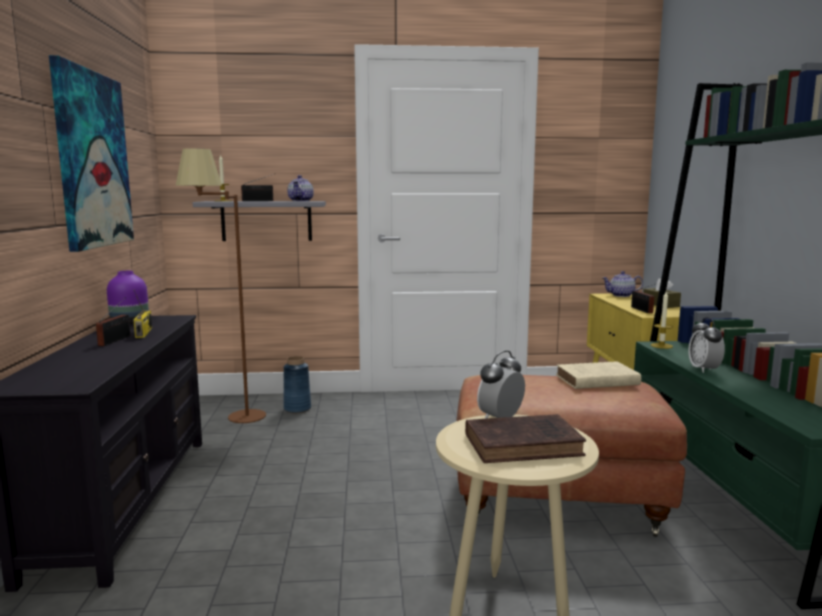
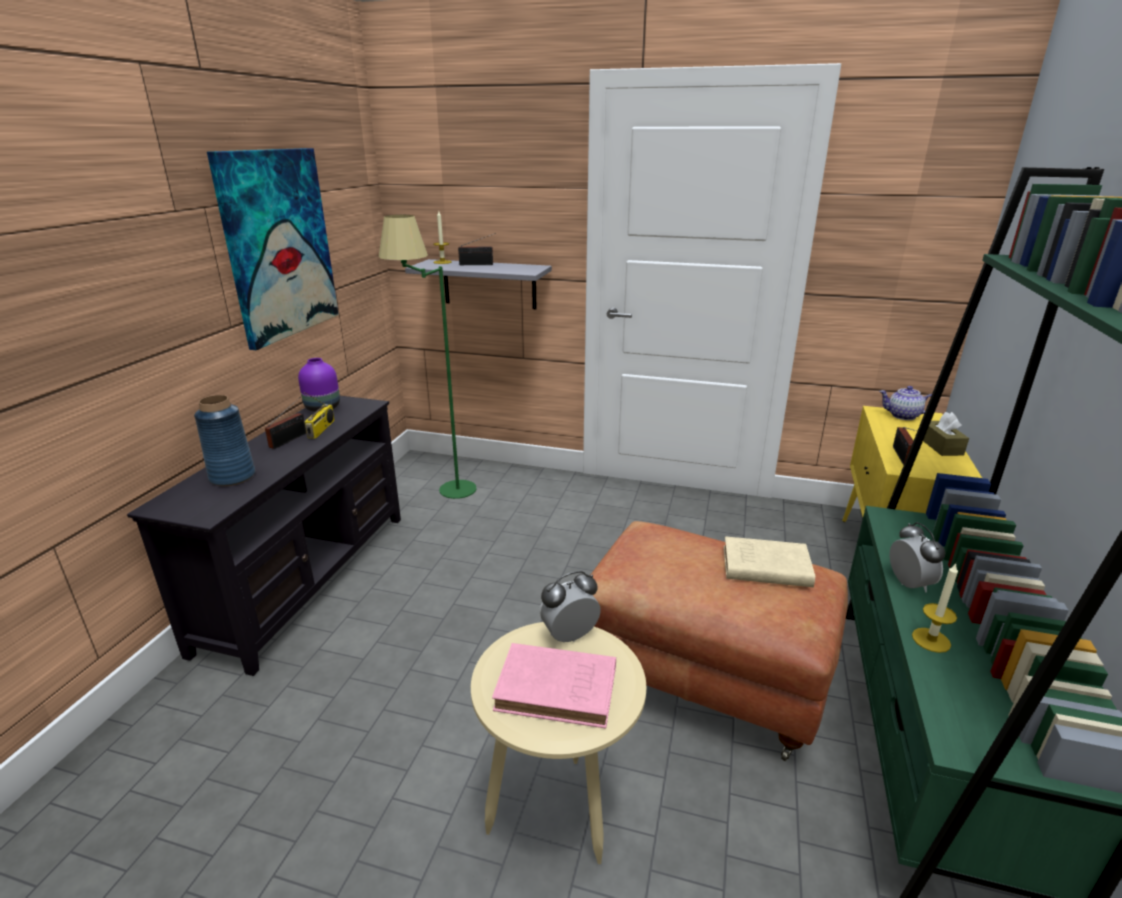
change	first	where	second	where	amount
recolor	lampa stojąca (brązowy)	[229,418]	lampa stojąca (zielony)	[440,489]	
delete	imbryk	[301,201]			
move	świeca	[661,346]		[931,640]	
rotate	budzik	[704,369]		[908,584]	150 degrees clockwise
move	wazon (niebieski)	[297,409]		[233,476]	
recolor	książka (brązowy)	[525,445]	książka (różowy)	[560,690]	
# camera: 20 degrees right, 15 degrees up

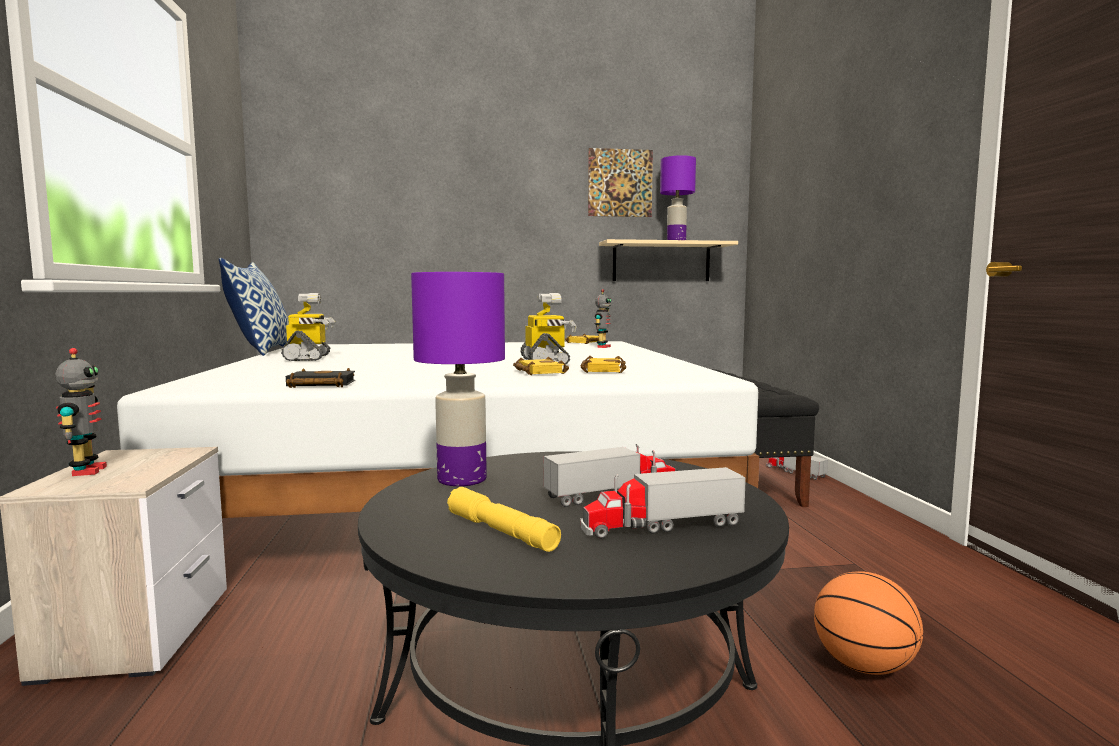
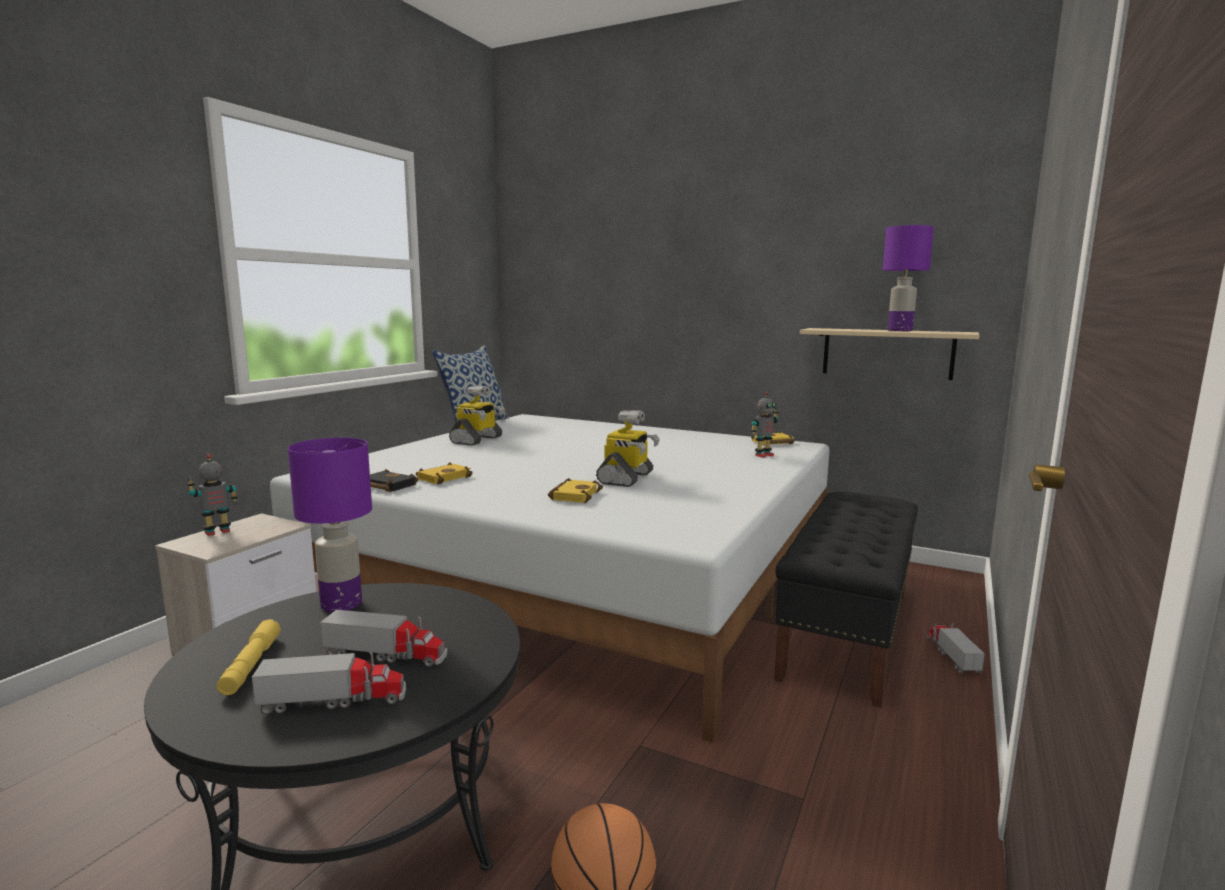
change	first	where	second	where	amount
delete	obraz	[620,183]			
rotate	robot zabawkowy	[86,471]		[218,532]	150 degrees counterclockwise
move	książka (żółty)	[601,370]		[444,477]	
rotate	ciężarówka zabawkowa	[661,526]		[334,700]	150 degrees clockwise
# camera: 35 degrees right, 5 degrees up

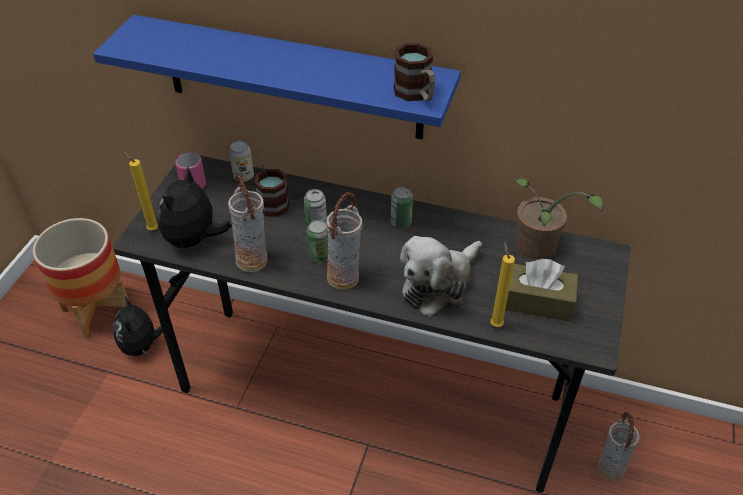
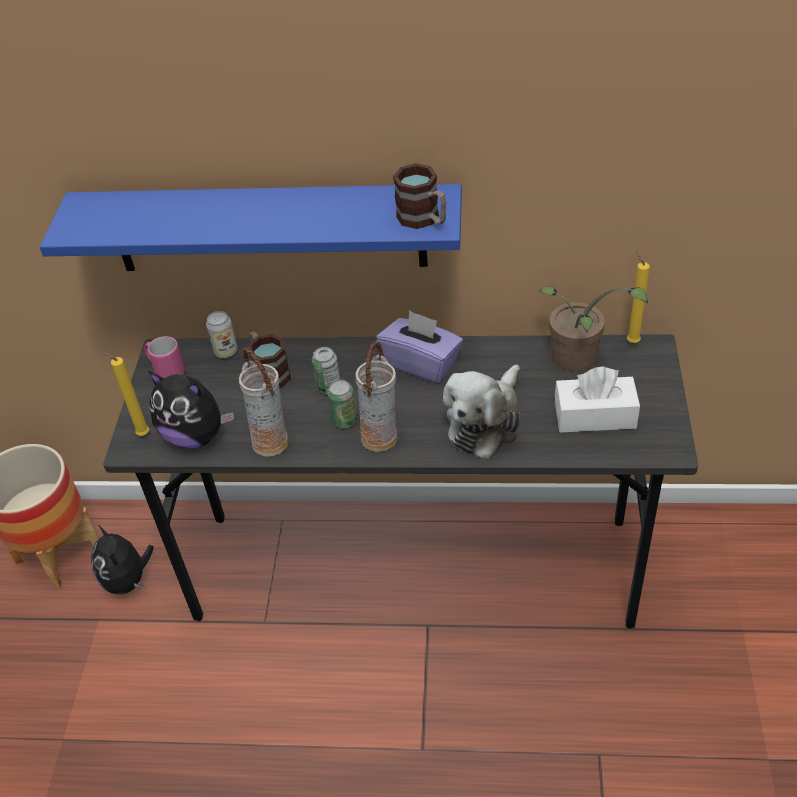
change	first	where	second	where	amount
rotate	pluszak	[194,240]		[196,435]	75 degrees counterclockwise
replace	puszka	[401,222]	pudełko chusteczek (fioletowy)	[421,363]	
move	świeca (żółty)	[495,323]		[631,341]	
recolor	pudełko chusteczek (brązowy)	[536,301]	pudełko chusteczek (biały)	[595,416]	
delete	wazon	[609,468]			
# camera: 10 degrees left, 0 degrees up

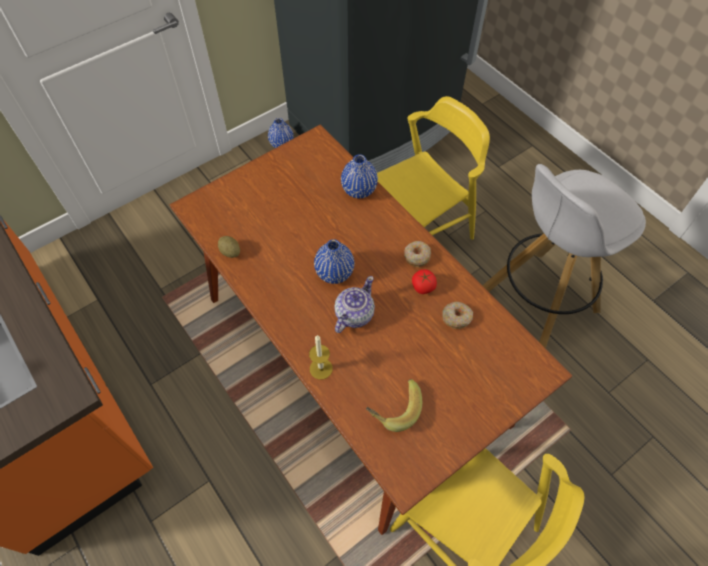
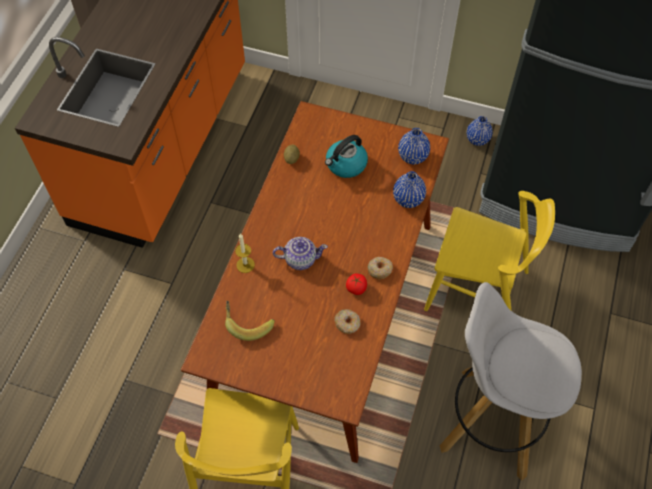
change	first	where	second	where	amount
move	wazon (niebieski)	[334,273]		[412,156]	
insert			czajnik	[346,165]	
# camera: 55 degrees right, 0 degrees up

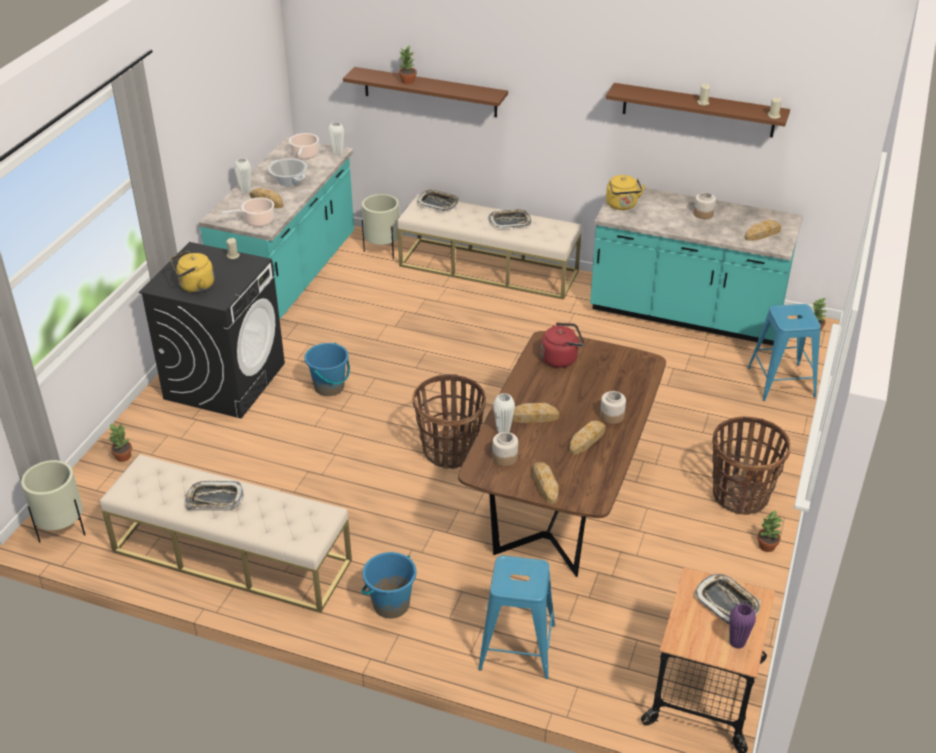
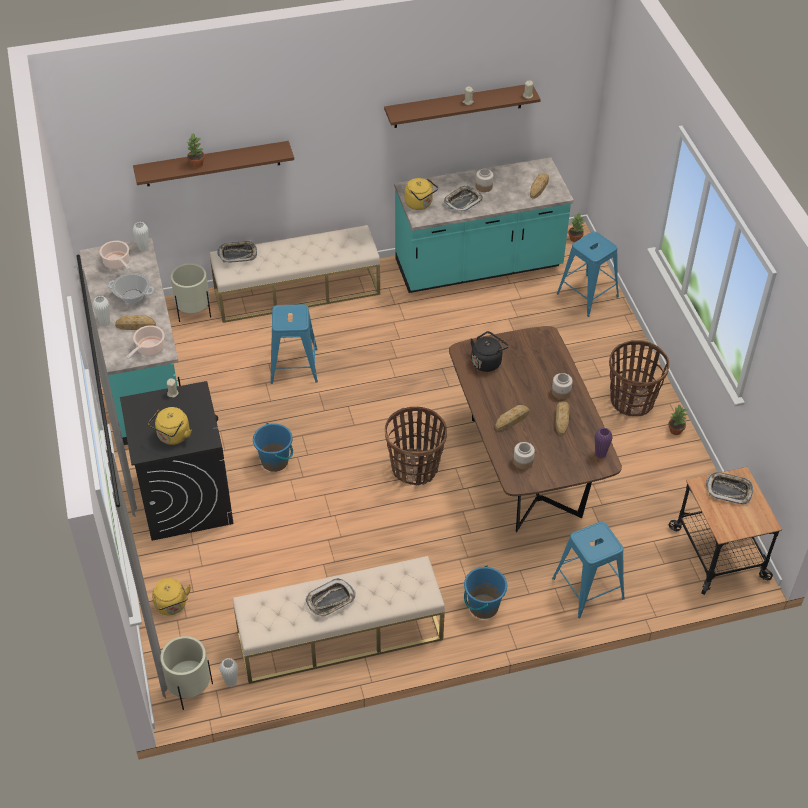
change	first	where	second	where	amount
move	taca	[510,221]		[462,201]	
recolor	czajnik (czerwony)	[561,358]	czajnik (czarny)	[487,361]	
move	wazon (biały)	[503,430]		[231,682]	
replace	roślina doniczkowa	[122,456]	czajnik (żółty)	[172,606]	
delete	chleb	[545,484]			
move	wazon (fioletowy)	[737,642]		[600,454]	
insert			stołek (niebieski)	[294,366]	
# camera: 35 degrees left, 10 degrees up

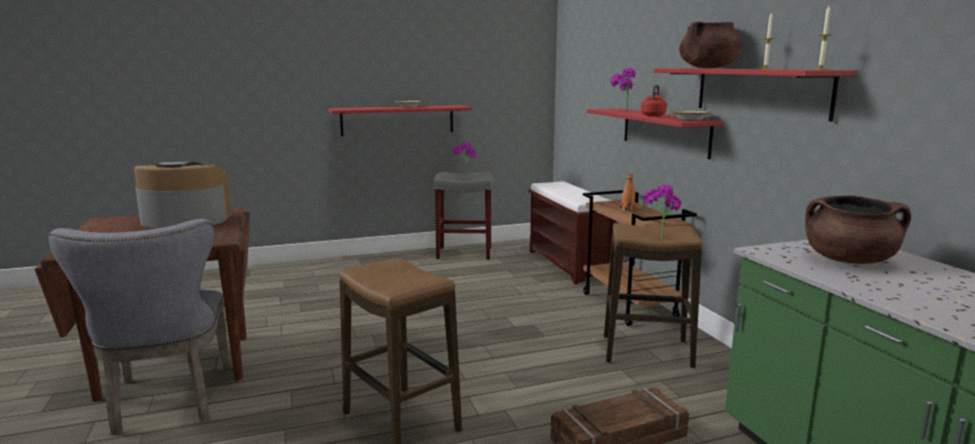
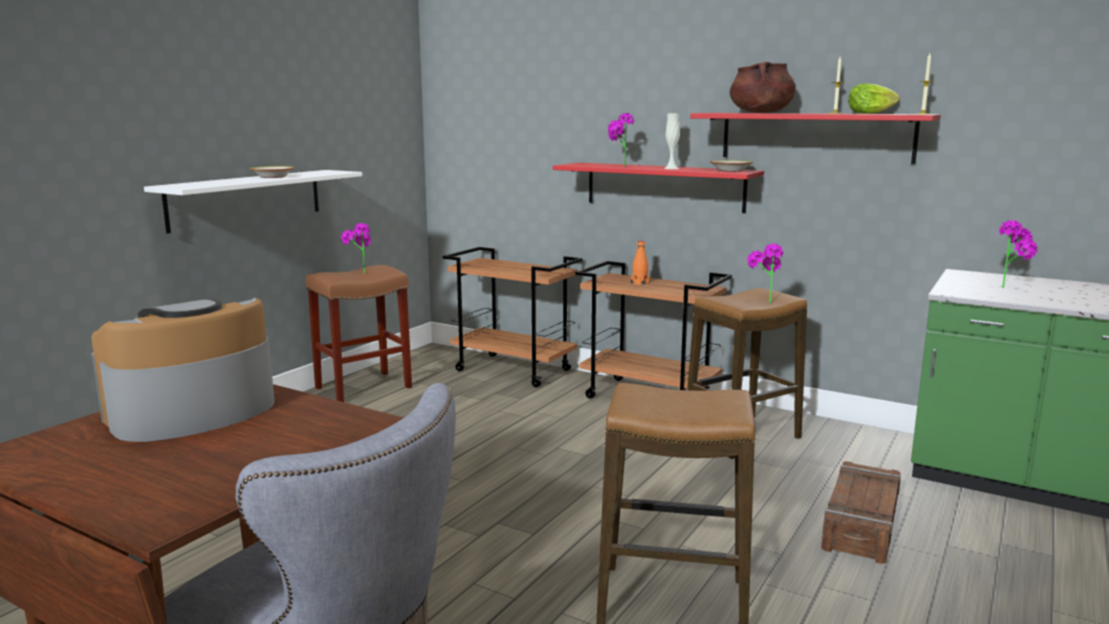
change	first	where	second	where	amount
replace	czajnik (czerwony)	[653,115]	wazon (biały)	[671,168]	
recolor	półka (czerwony)	[397,120]	półka (biały)	[247,199]	
recolor	stołek (szary)	[465,253]	stołek (brązowy)	[364,387]	
replace	ławka (brązowy)	[569,265]	wózek (brązowy)	[514,370]	
replace	garnek (brązowy)	[849,260]	roślina doniczkowa	[1012,288]	
insert			sałata	[869,113]	
# camera: 40 degrees left, 0 degrees up

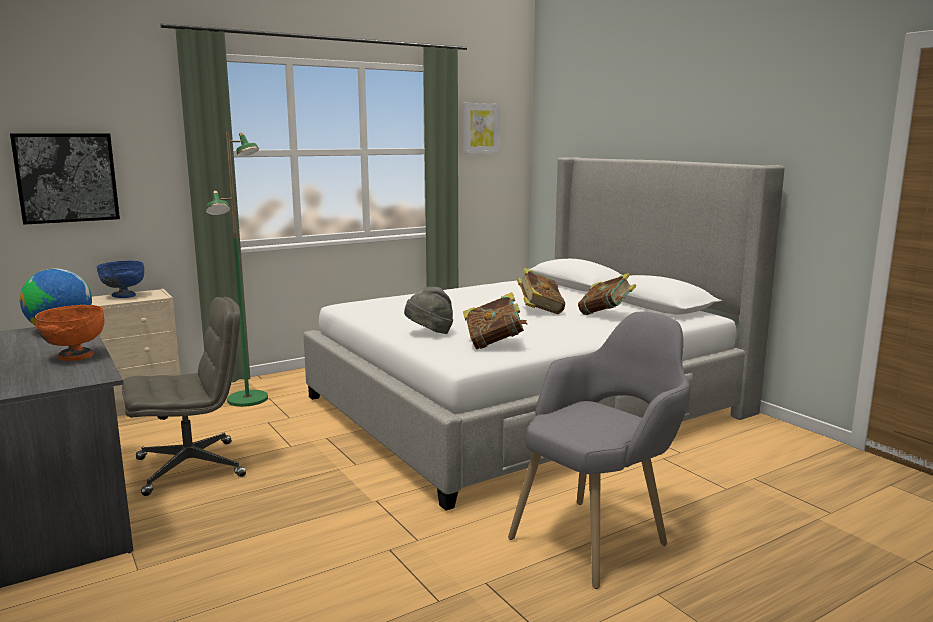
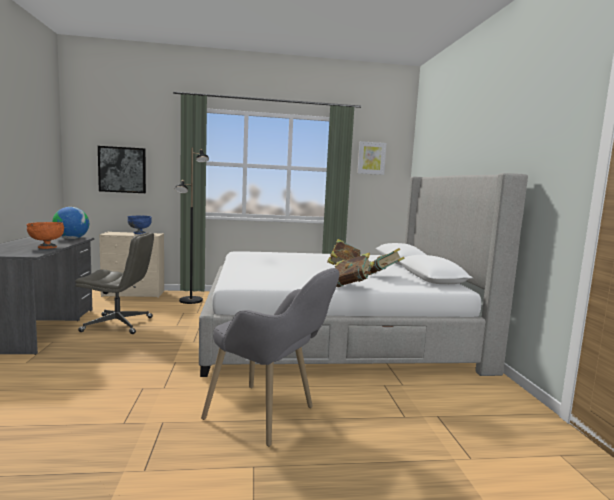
change	first	where	second	where	amount
recolor	lampa stojąca (zielony)	[248,399]	lampa stojąca (czarny)	[191,300]	
delete	kapelusz (szary)	[429,333]			
move	książka	[494,344]		[351,286]	
rotate	fotel (szary)	[600,534]		[271,417]	45 degrees clockwise
# camera: 25 degrees right, 5 degrees down

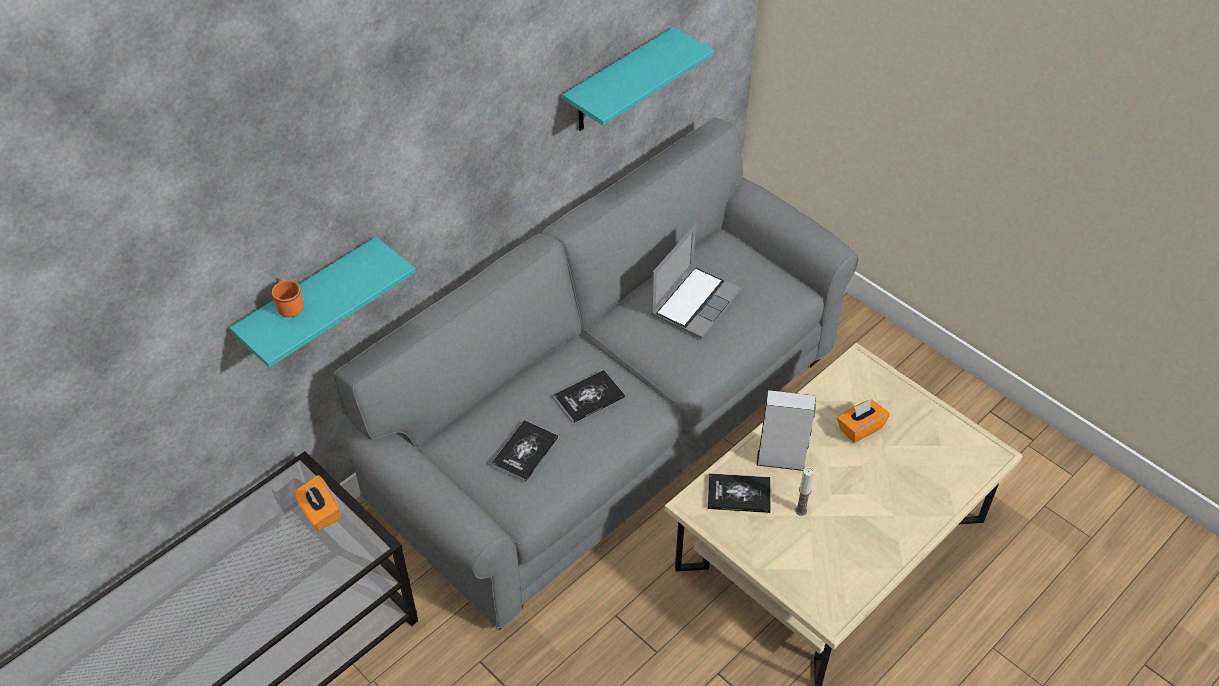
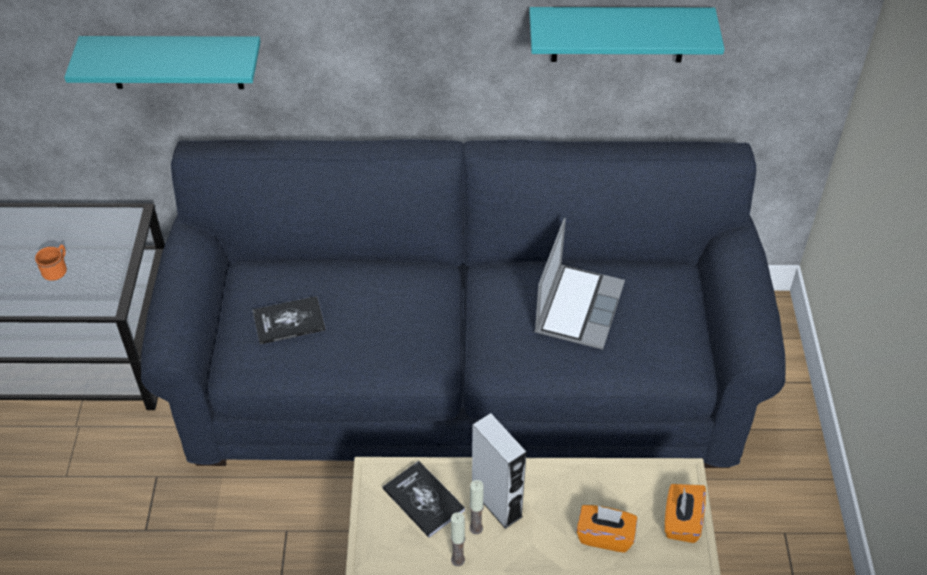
change	first	where	second	where	amount
recolor	kanapa (szary)	[609,426]	kanapa (niebieski)	[464,380]	
rotate	laptop	[695,302]		[578,307]	60 degrees counterclockwise
move	kubek (pomarańczowy)	[290,306]		[57,270]	
delete	książka	[589,397]			
move	pudełko chusteczek (pomarańczowy)	[320,512]		[681,522]	
insert			świeca	[476,528]	
# camera: 45 degrees right, 0 degrees up

